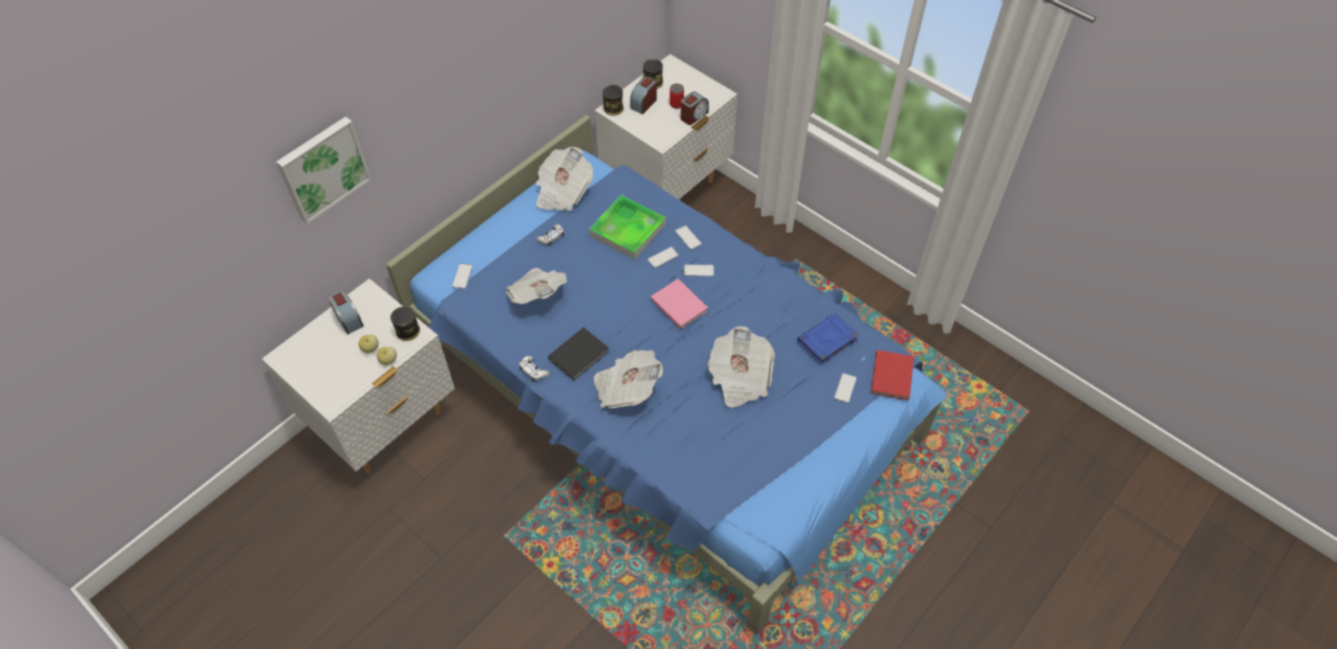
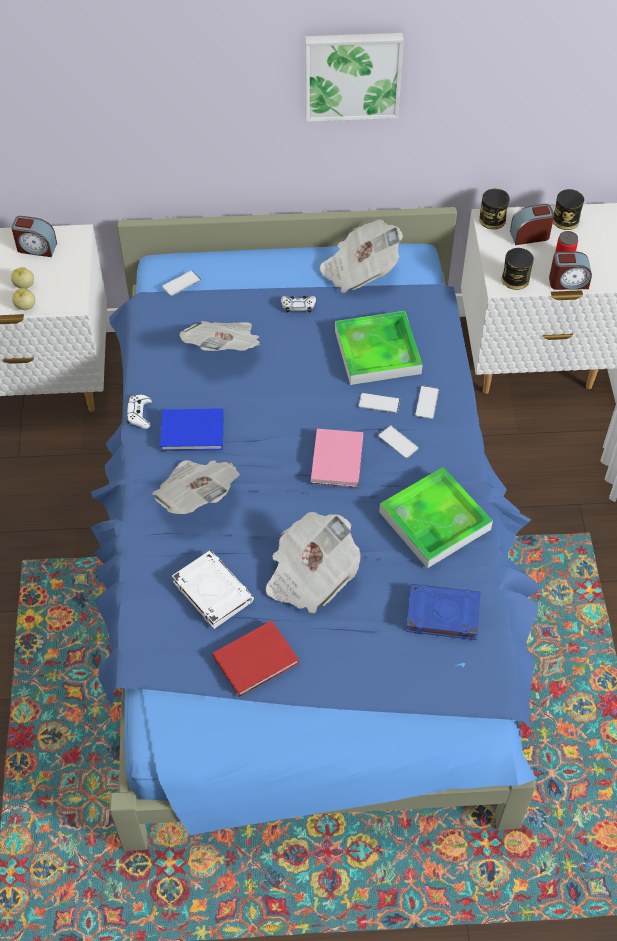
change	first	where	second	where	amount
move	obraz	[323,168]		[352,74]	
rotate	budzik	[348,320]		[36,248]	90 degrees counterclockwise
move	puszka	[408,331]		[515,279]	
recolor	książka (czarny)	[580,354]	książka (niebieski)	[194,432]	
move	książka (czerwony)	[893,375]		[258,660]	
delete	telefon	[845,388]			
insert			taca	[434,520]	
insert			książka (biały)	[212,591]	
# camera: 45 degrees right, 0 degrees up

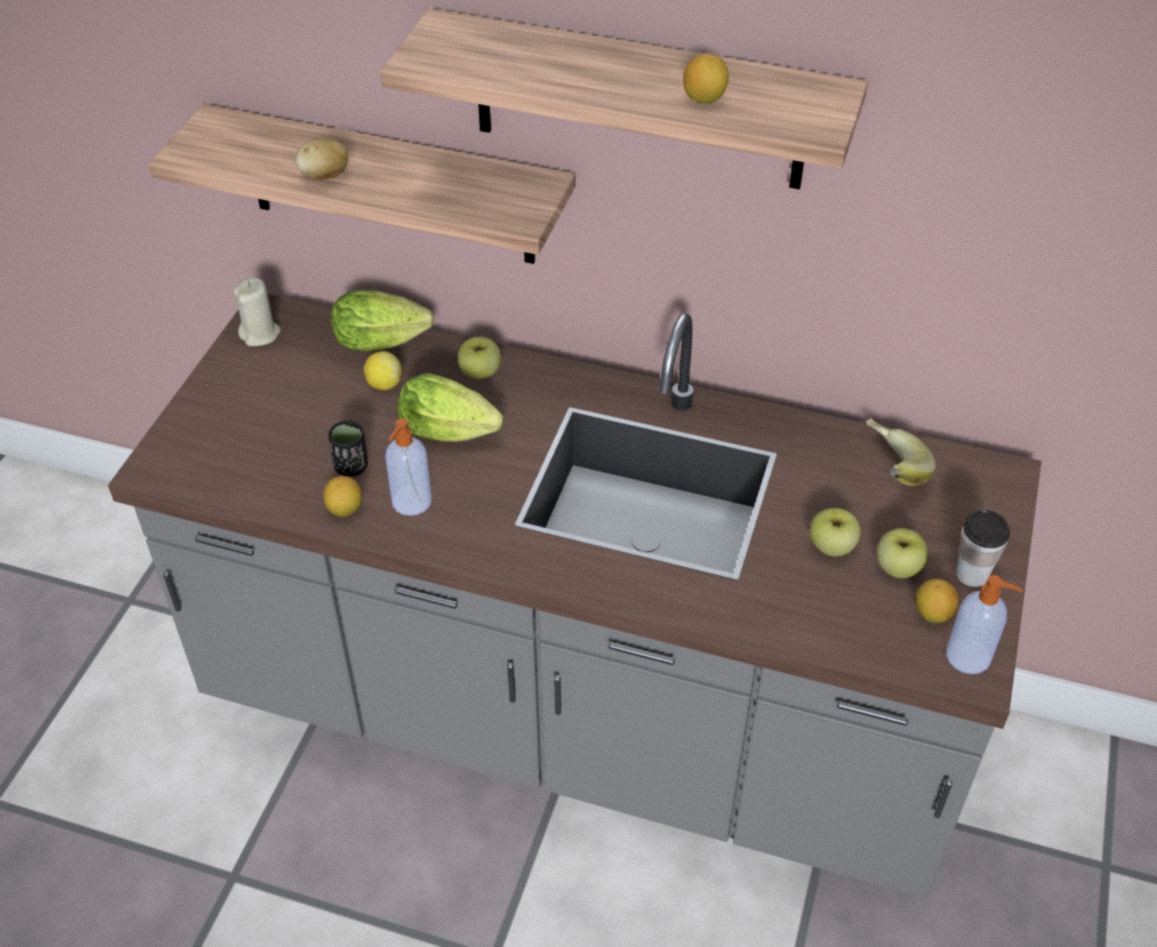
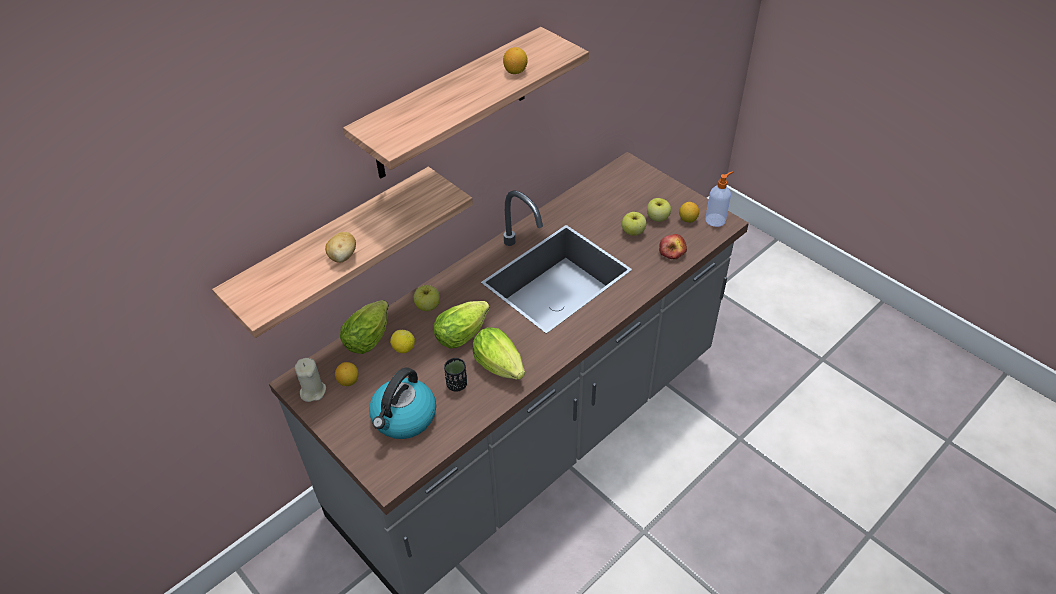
change	first	where	second	where	amount
replace	dozownik mydła	[411,502]	sałata	[501,368]	
delete	banan	[887,470]			
move	cytryna	[345,509]		[349,381]	
delete	filiżanka	[972,574]			
insert			jabłko	[672,252]	
insert			czajnik	[404,418]	
# camera: 60 degrees left, 0 degrees up

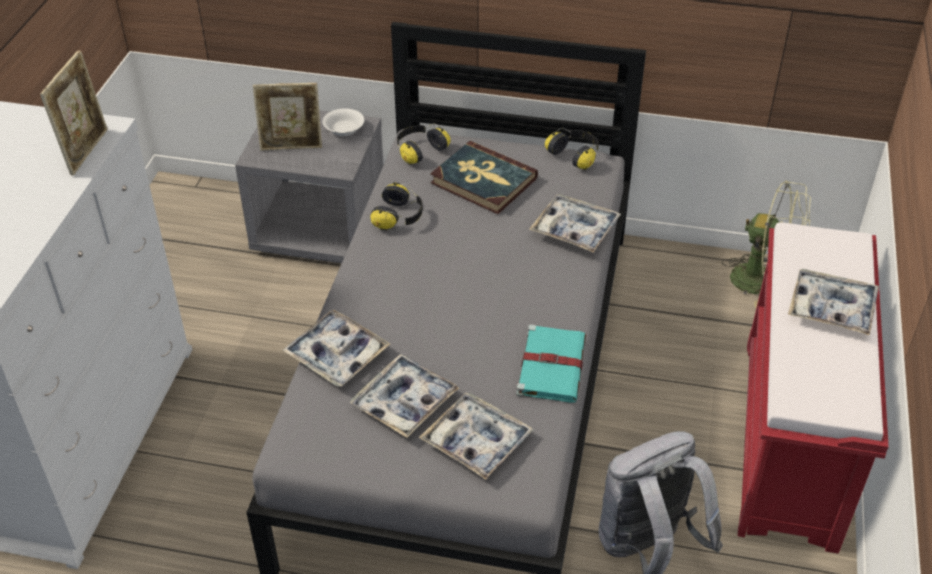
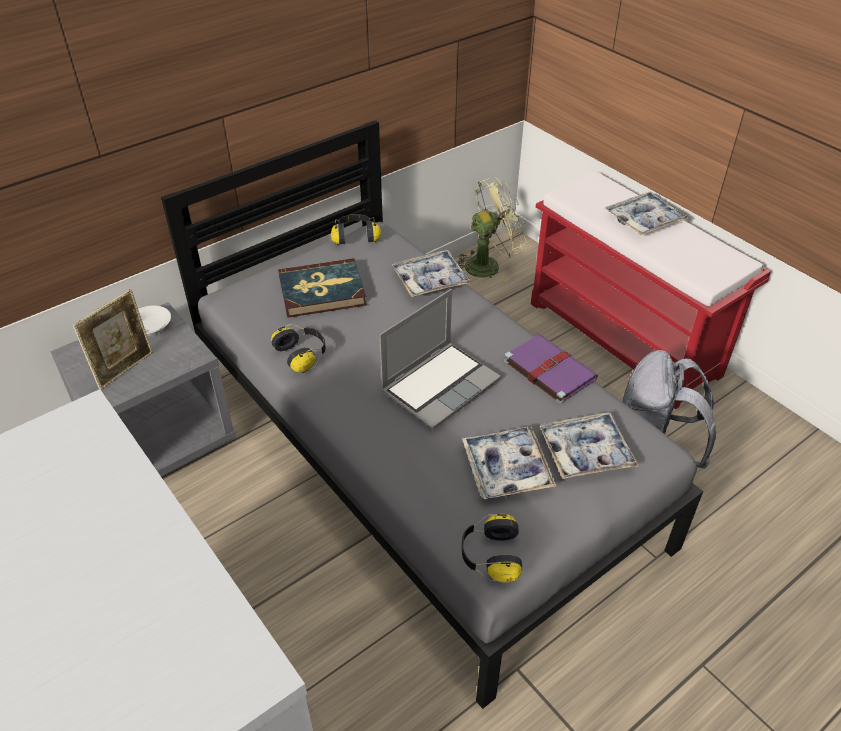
change	first	where	second	where	amount
delete	ramka na zdjęcie	[86,151]			
move	słuchawki	[419,151]		[489,556]	
delete	taca	[337,354]			
recolor	książka (turkusowy)	[551,365]	książka (fioletowy)	[548,369]	
insert			laptop	[440,385]	
# camera: 50 degrees left, 0 degrees up

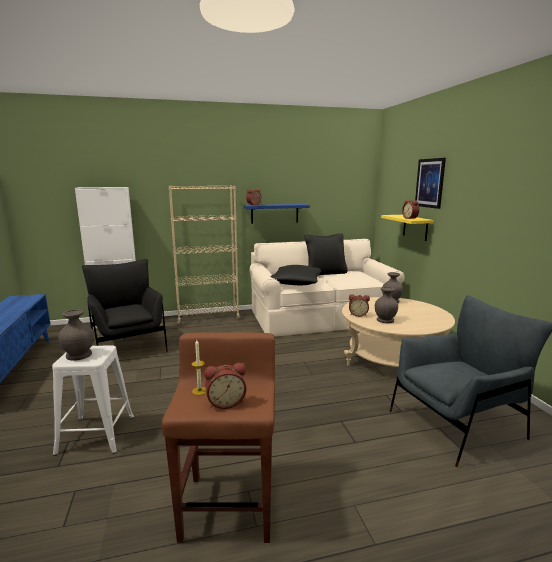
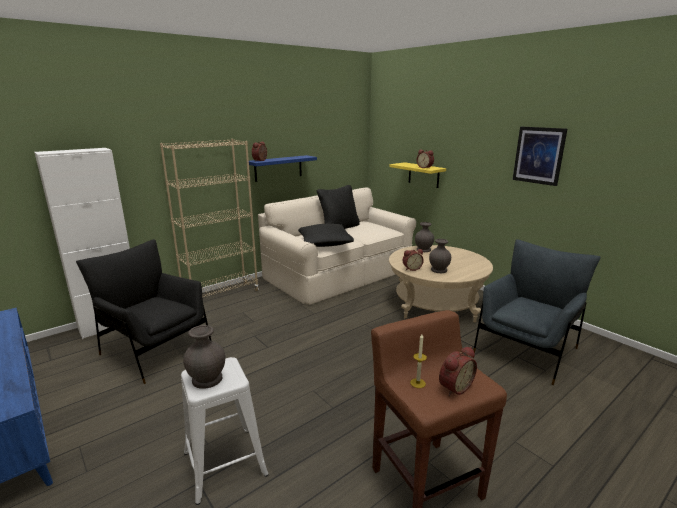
change	first	where	second	where	amount
move	obraz	[430,183]		[538,155]	
# camera: 25 degrees left, 5 degrees up

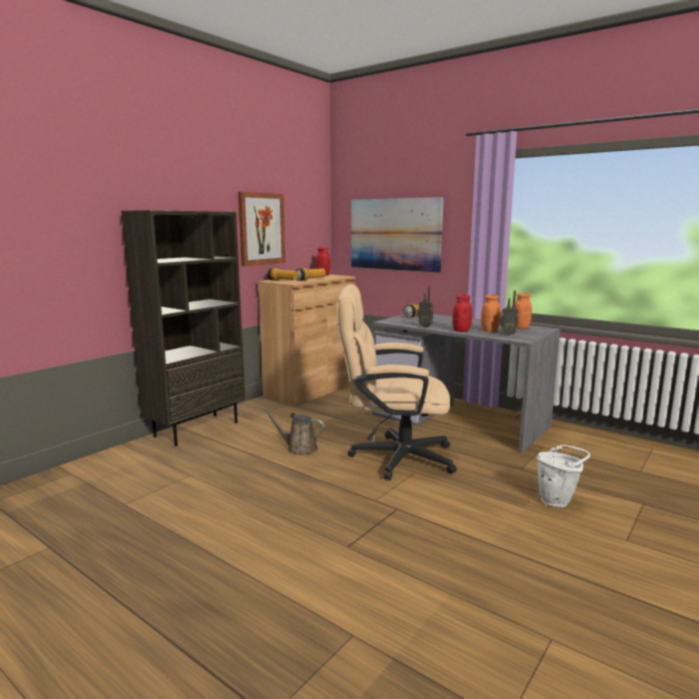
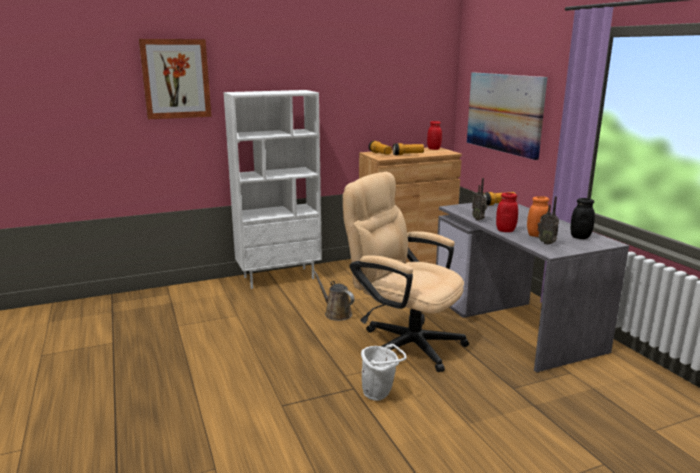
change	first	where	second	where	amount
move	obraz	[261,229]		[176,79]	
recolor	regał (brązowy)	[196,429]	regał (biały)	[279,277]	
recolor	słoik (pomarańczowy)	[520,328]	słoik (czarny)	[580,237]	
move	wiadro (biały)	[558,501]		[380,395]	
# camera: 30 degrees right, 5 degrees up

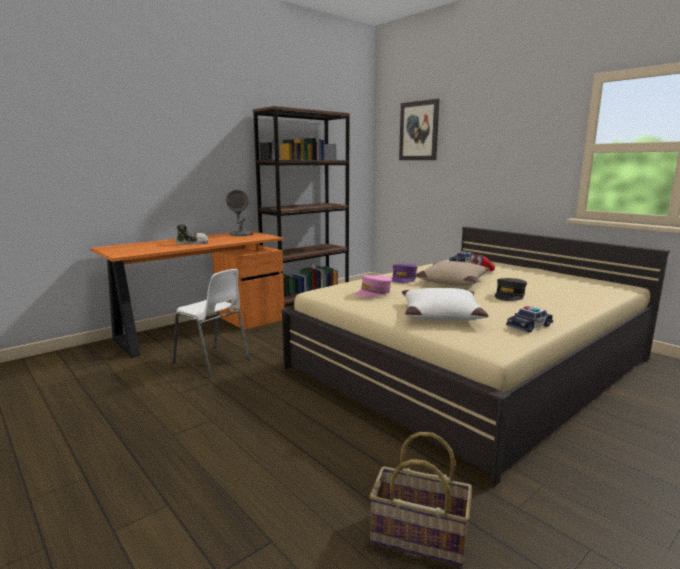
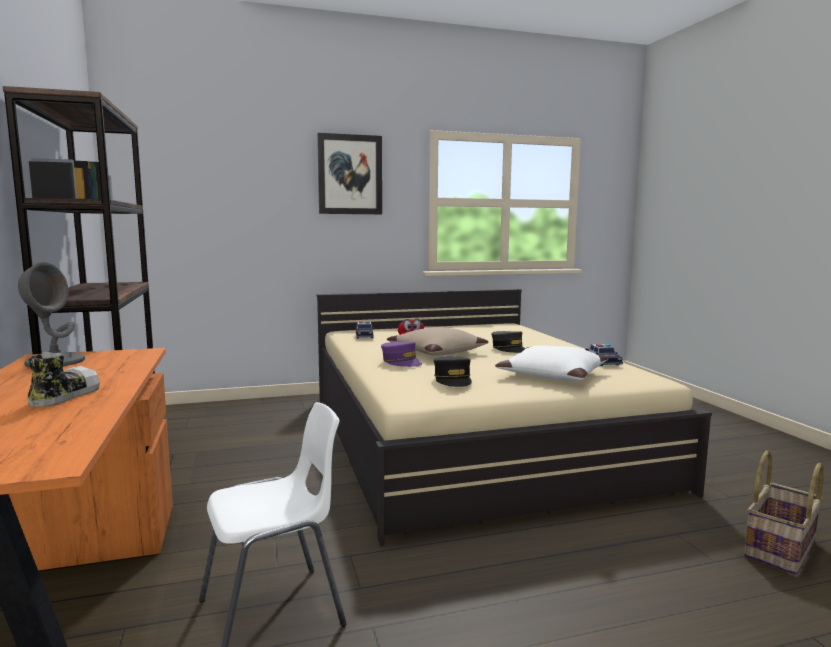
change	first	where	second	where	amount
move	obraz	[419,131]		[350,174]	
recolor	czapka z daszkiem (różowy)	[373,293]	czapka z daszkiem (czarny)	[453,379]	
# camera: 65 degrees left, 5 degrees down

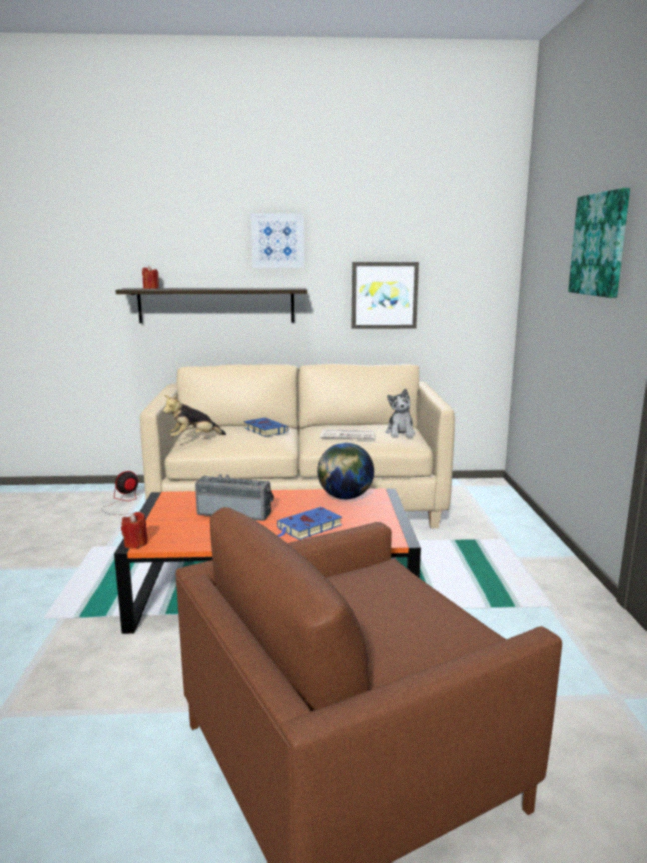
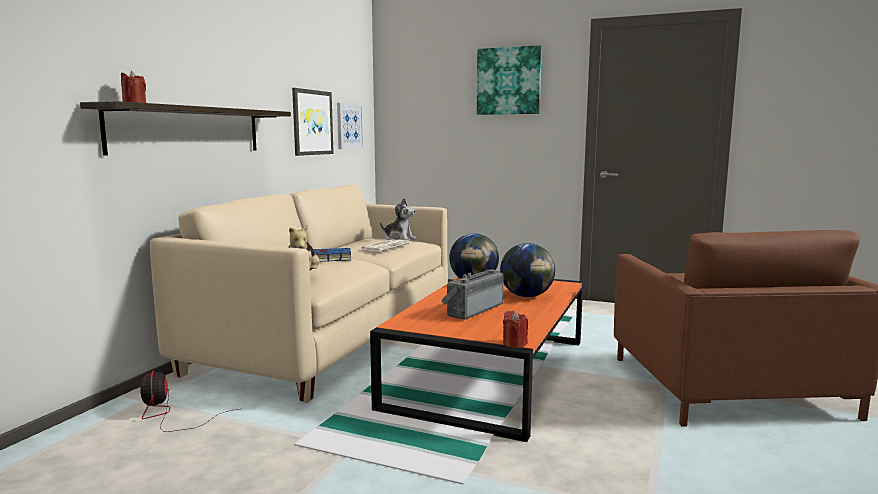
change	first	where	second	where	amount
move	obraz	[277,240]		[349,126]	
replace	książka (niebieski)	[308,527]	globus	[527,296]	
# camera: 65 degrees left, 5 degrees down

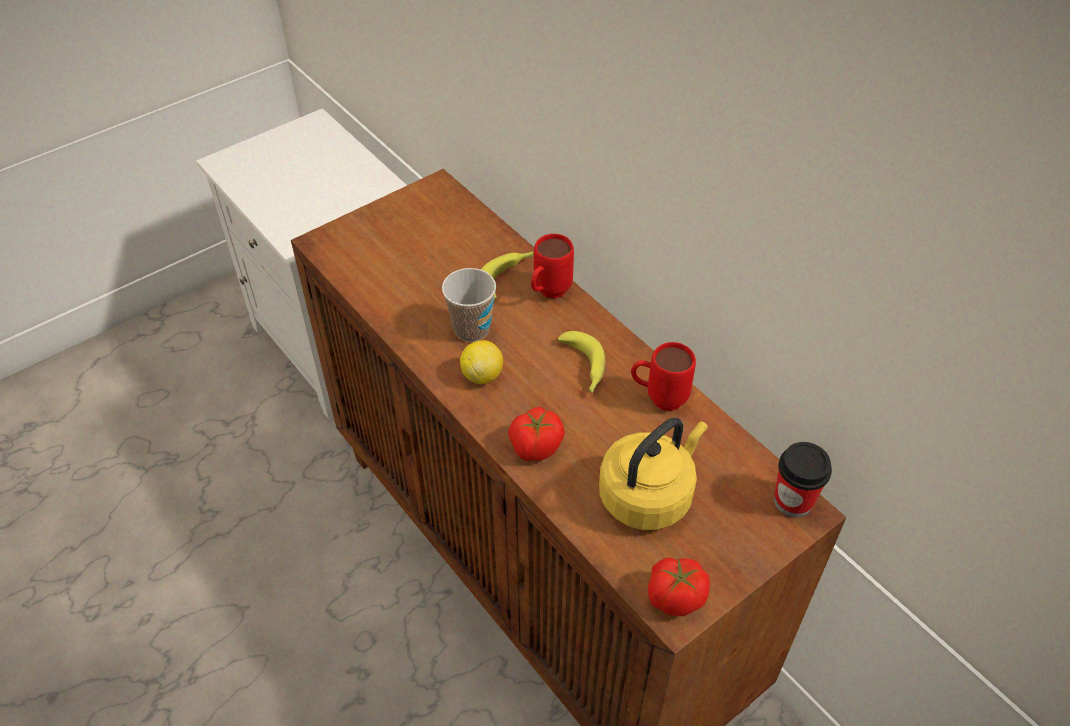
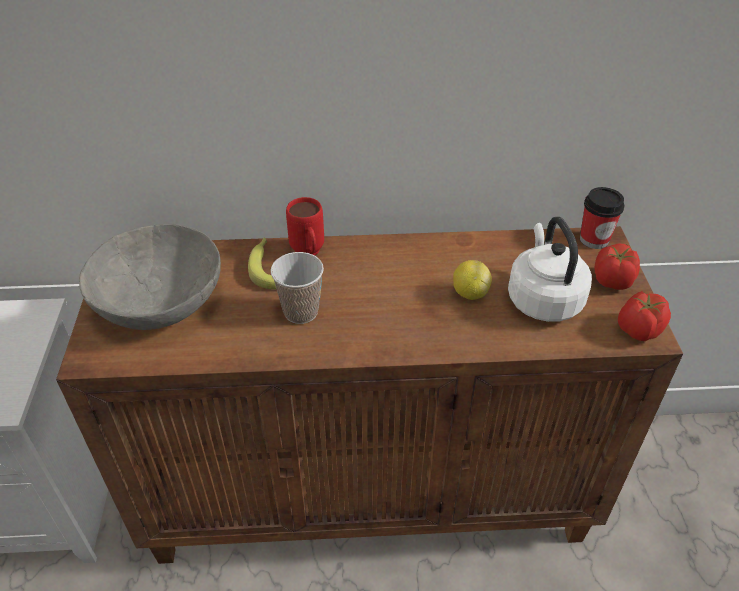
change	first	where	second	where	amount
delete	banan	[583,368]			
move	cytryna	[482,375]		[470,293]	
delete	kubek (czerwony)	[658,398]			
move	pomidor	[535,447]		[611,281]	
recolor	czajnik (żółty)	[649,495]	czajnik (biały)	[543,299]	
insert			miska (szary)	[161,301]	
# camera: 55 degrees left, 5 degrees down

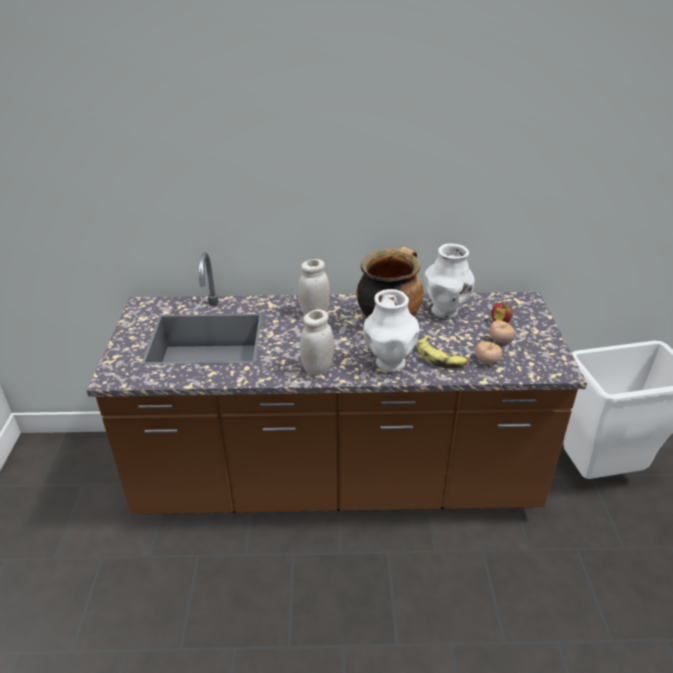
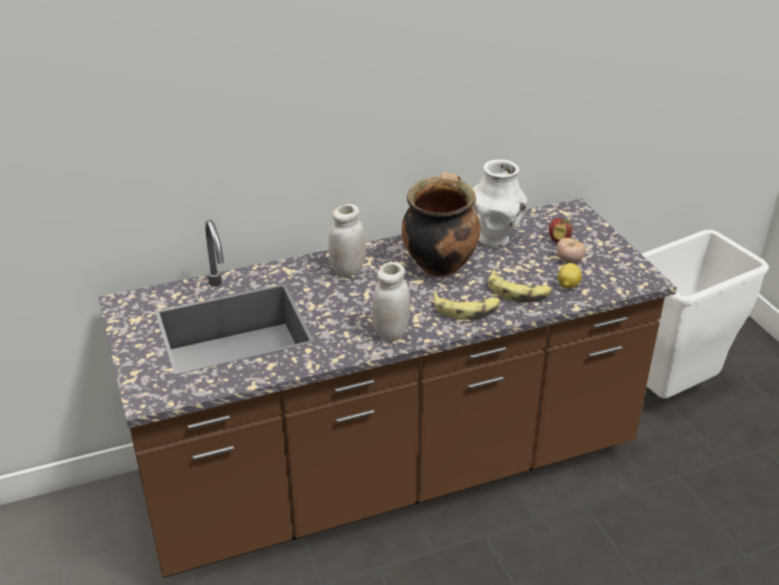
change	first	where	second	where	amount
replace	wazon (biały)	[389,363]	banan	[466,310]	
replace	pomidor	[487,361]	cytryna	[567,286]	
# camera: 20 degrees left, 0 degrees up

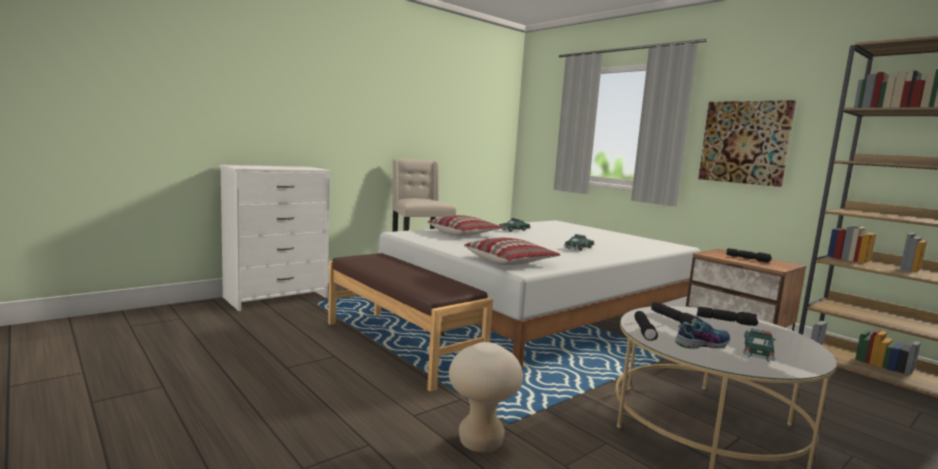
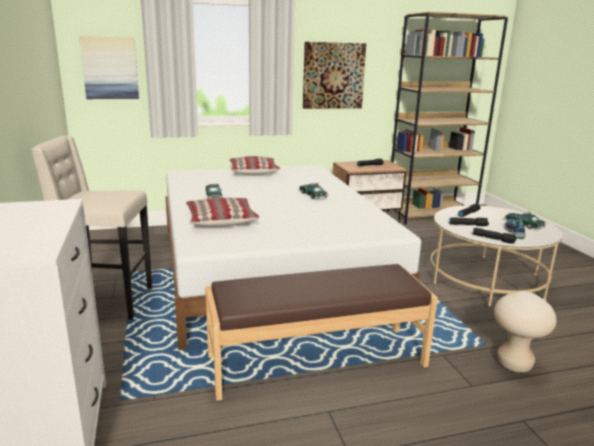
change	first	where	second	where	amount
move	poduszka	[510,261]		[253,171]	
insert			obraz	[110,68]	
# camera: 65 degrees left, 10 degrees up

